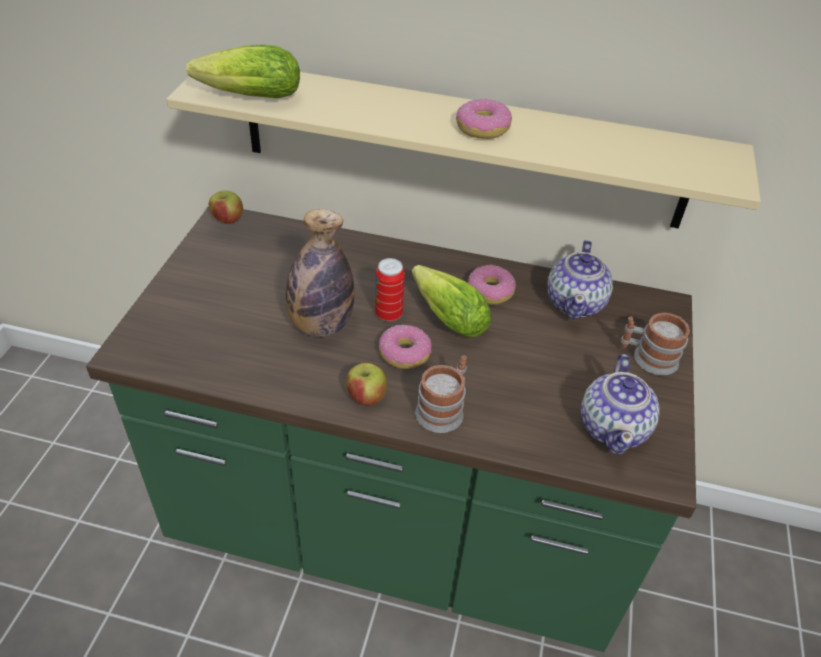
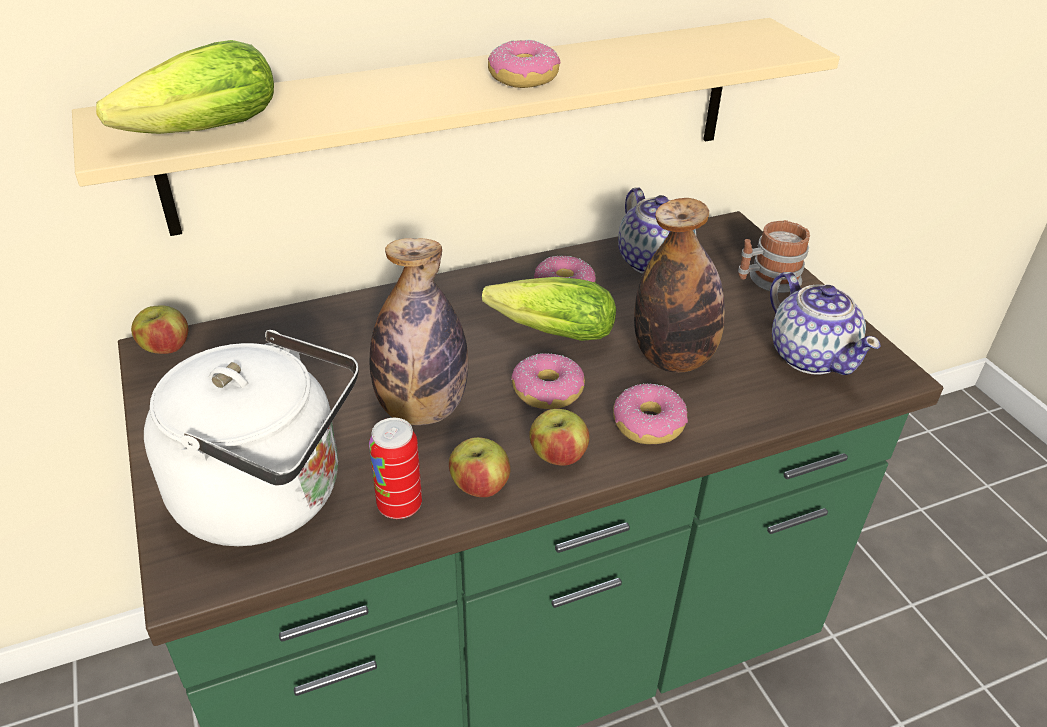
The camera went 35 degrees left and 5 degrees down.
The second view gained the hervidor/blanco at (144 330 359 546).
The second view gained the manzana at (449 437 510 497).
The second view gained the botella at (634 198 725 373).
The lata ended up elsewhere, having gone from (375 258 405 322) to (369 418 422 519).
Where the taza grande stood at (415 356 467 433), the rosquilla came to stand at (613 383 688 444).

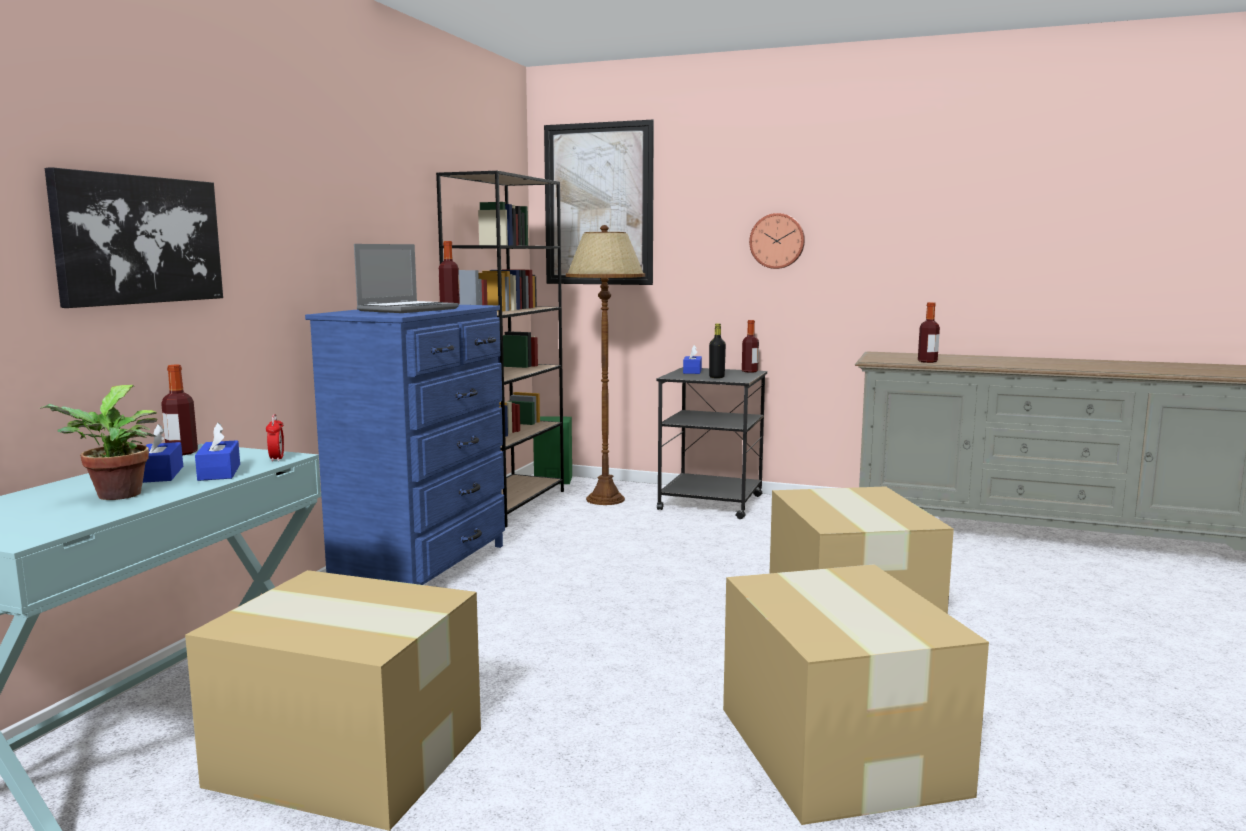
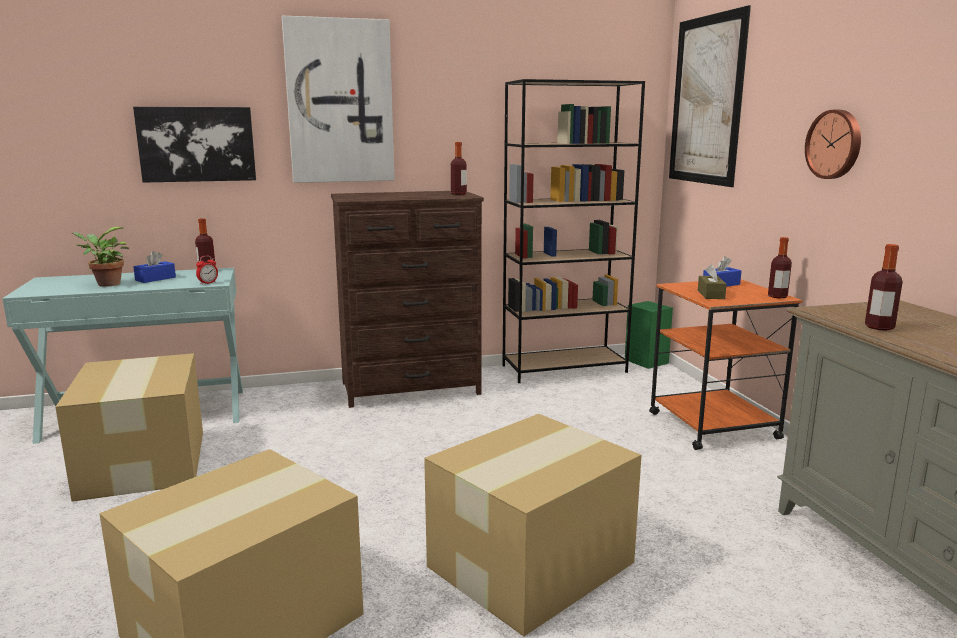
The camera went 55 degrees right and 5 degrees up.
The second view lost the caja de pañuelos/azul at (195 422 240 481).
The second view lost the portátil at (354 244 459 313).
The second view lost the lámpara de pie/marrón at (566 225 645 505).
The second view gained the cuadro at (282 16 395 183).
Where the botella/negro stood at (709 323 726 378), the caja de pañuelos/marrón came to stand at (698 264 727 299).
What was the cómoda/azul at (305 305 505 585) turned into the cómoda/marrón at (331 191 484 408).
What was the carrito/negro at (656 367 767 519) turned into the carrito/naranja at (649 279 803 450).

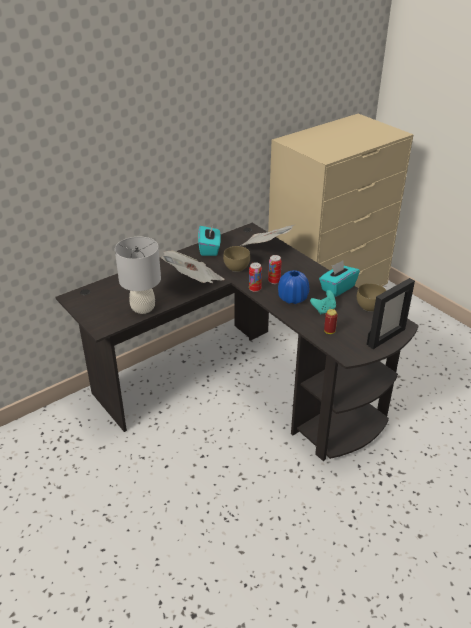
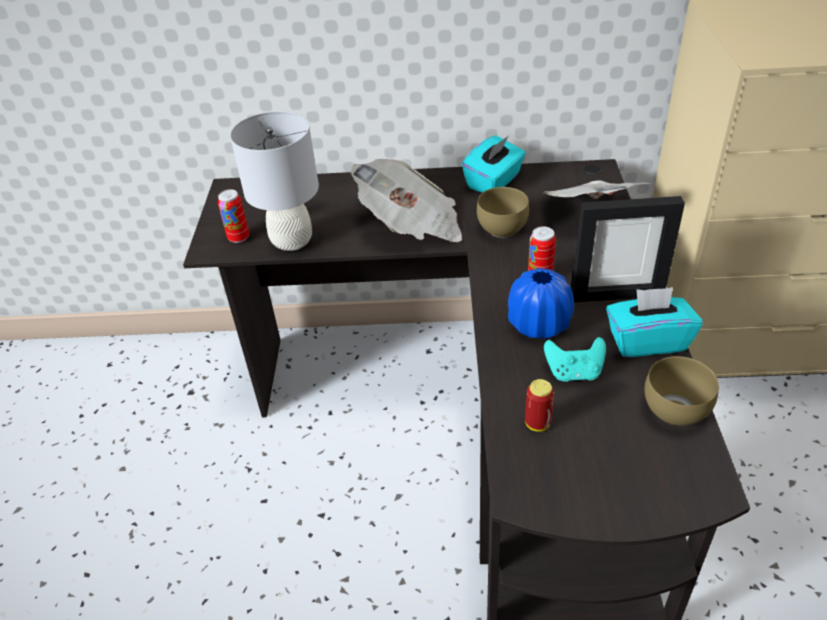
The camera went 40 degrees right and 5 degrees up.
The lata ended up elsewhere, having gone from (249 262 262 292) to (218 189 249 243).
The portarretratos ended up elsewhere, having gone from (366 278 415 349) to (571 196 685 302).

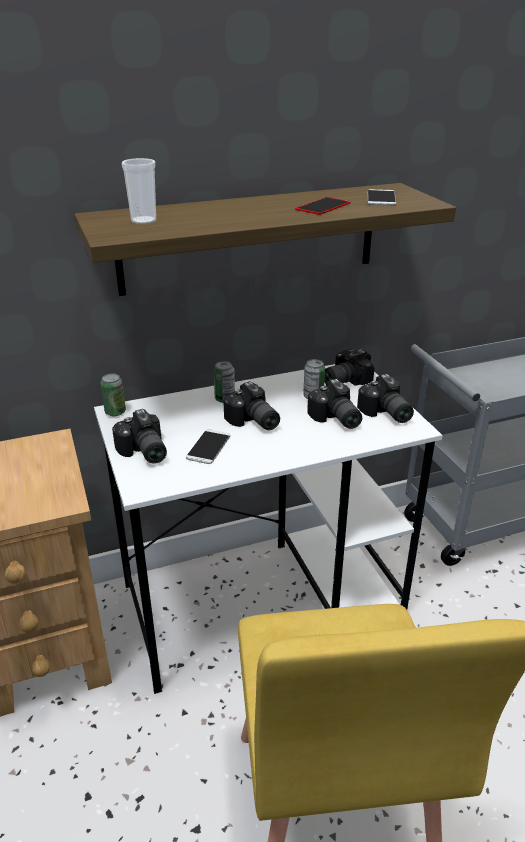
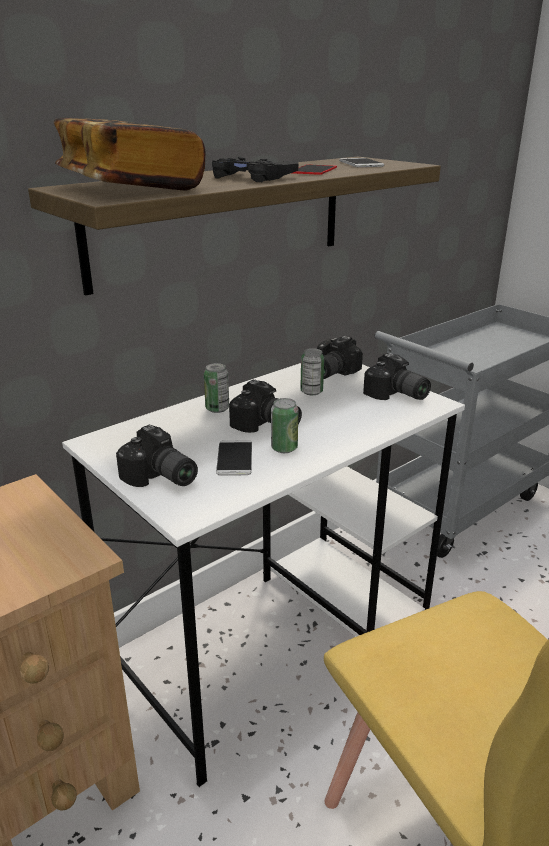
The camera went 20 degrees left and 5 degrees down.
The second view lost the cámara at (307 379 362 429).
The second view gained the mando de consola/negro at (212 156 298 182).
The lata ended up elsewhere, having gone from (101 373 126 416) to (271 398 298 453).
Where the taza stood at (122 158 156 225), the libro came to stand at (54 117 206 190).

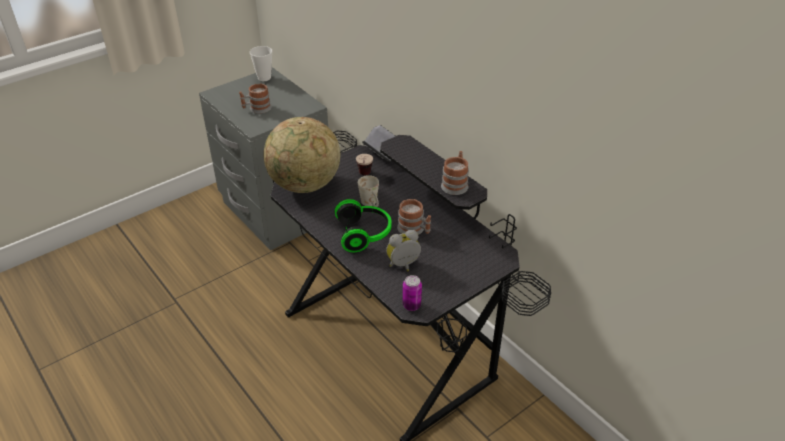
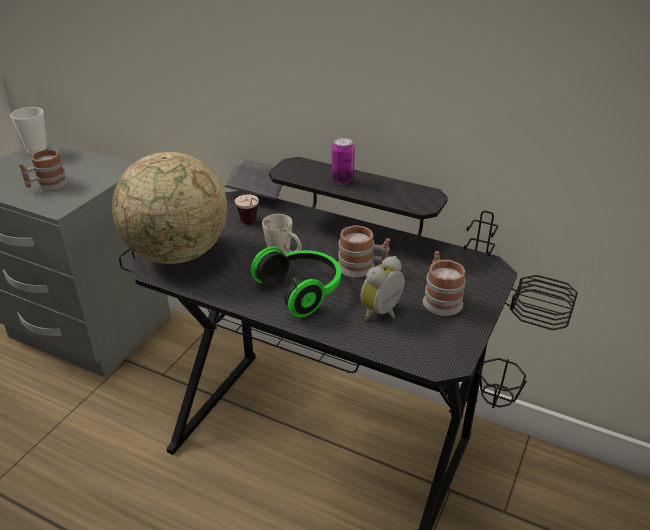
The camera went 25 degrees left and 5 degrees down.
The lata ended up elsewhere, having gone from (403 275 422 311) to (332 138 355 184).
The taza grande ended up elsewhere, having gone from (441 151 469 195) to (423 251 466 316).

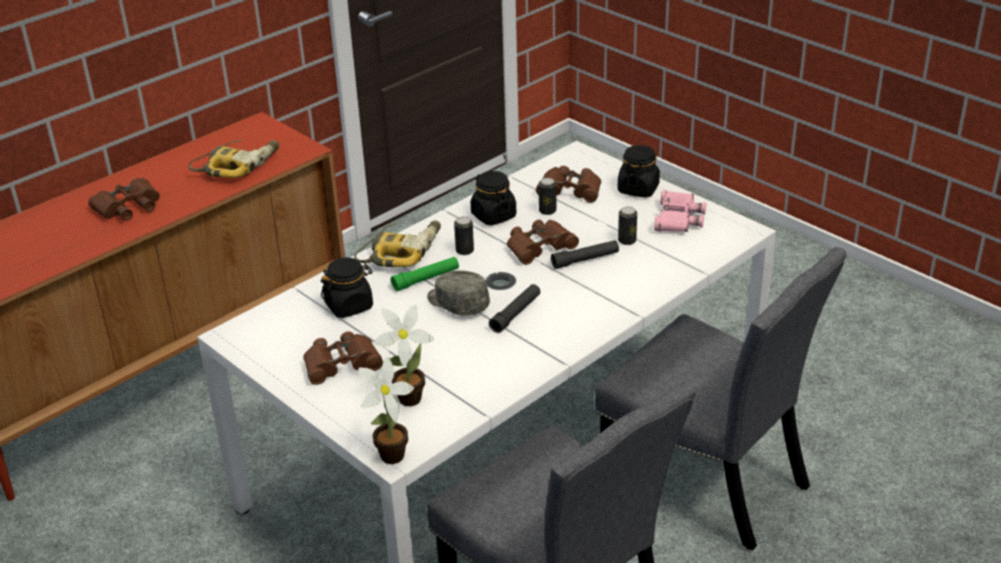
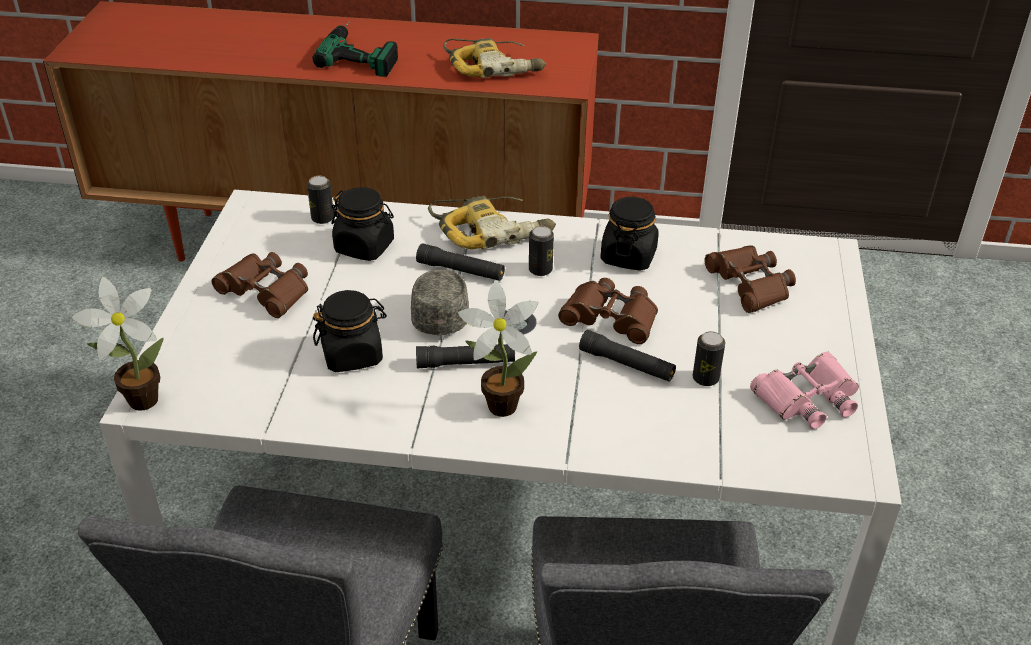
The camera went 50 degrees right and 5 degrees up.
The planta en maceta ended up elsewhere, having gone from (373 305 434 406) to (458 280 538 417).
The lata ended up elsewhere, having gone from (539 178 556 215) to (307 176 334 224).
The tarro/negro ended up elsewhere, having gone from (617 145 660 197) to (313 290 387 372).
Where the prismáticos/marrón stood at (88 178 160 221), the taladro came to stand at (312 21 398 77).
What was the linterna/verde at (391 257 459 291) turned into the linterna/negro at (416 243 505 281).

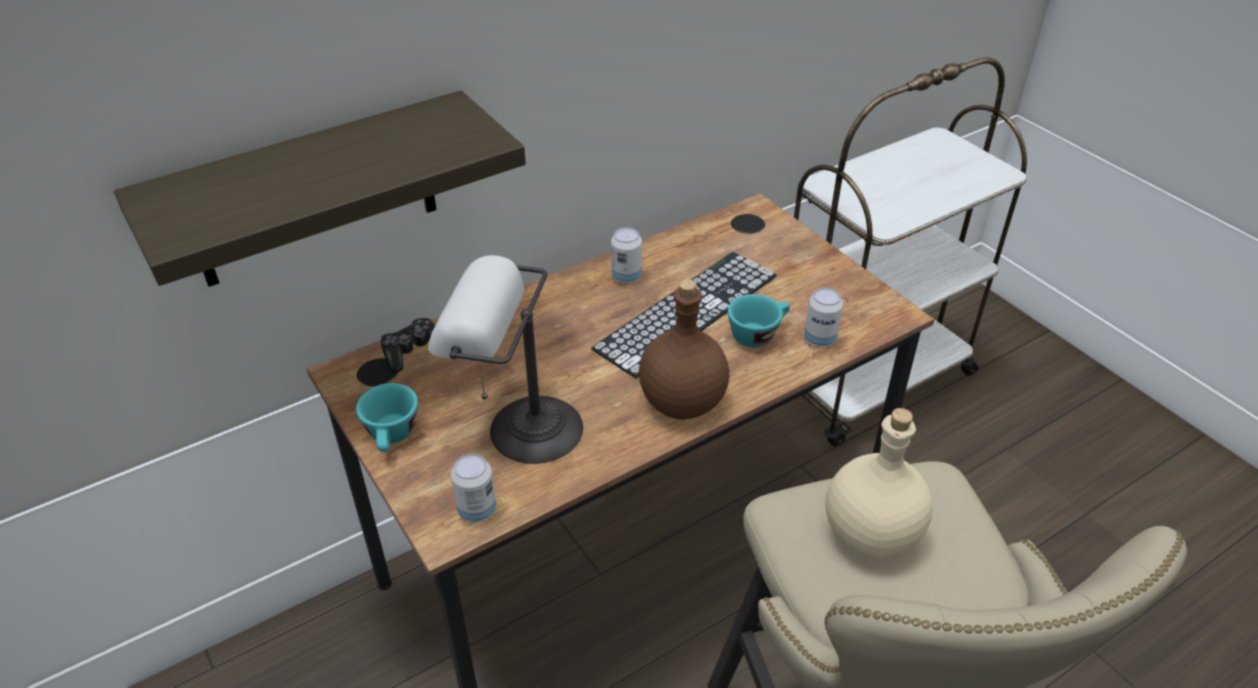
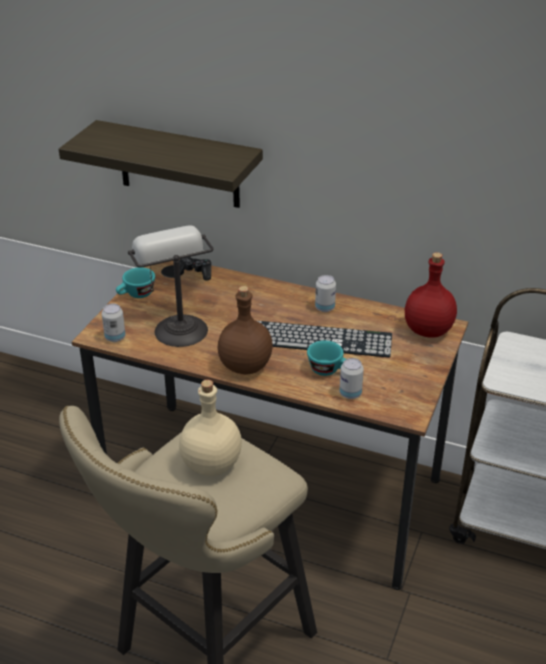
The camera went 55 degrees right and 5 degrees down.
The second view gained the botella/rojo at (405 252 457 338).

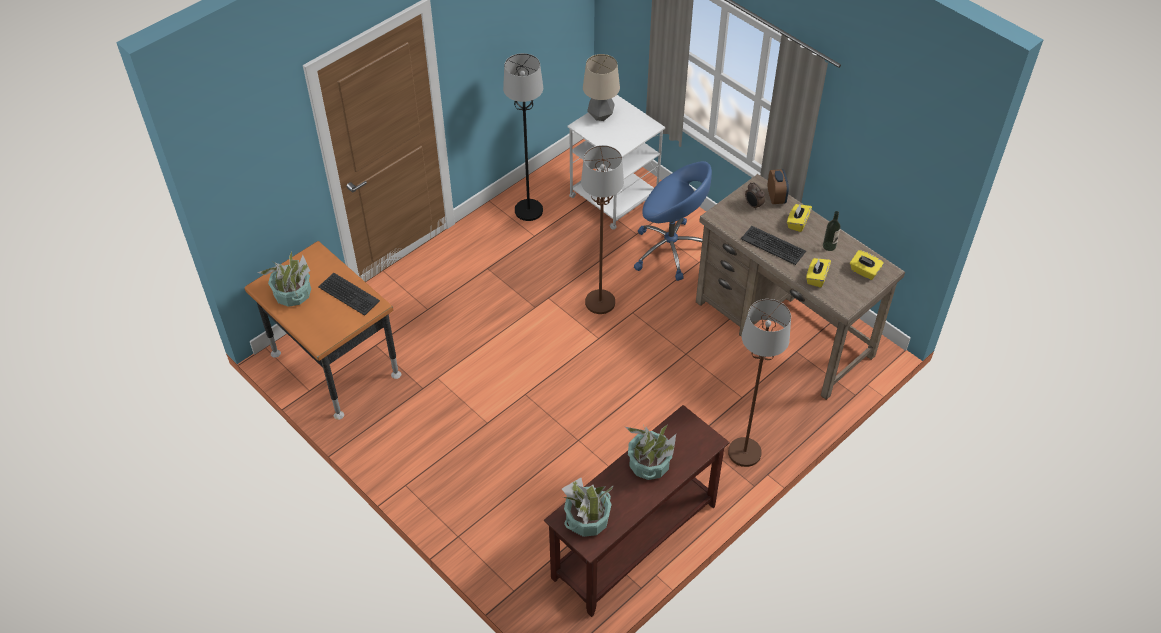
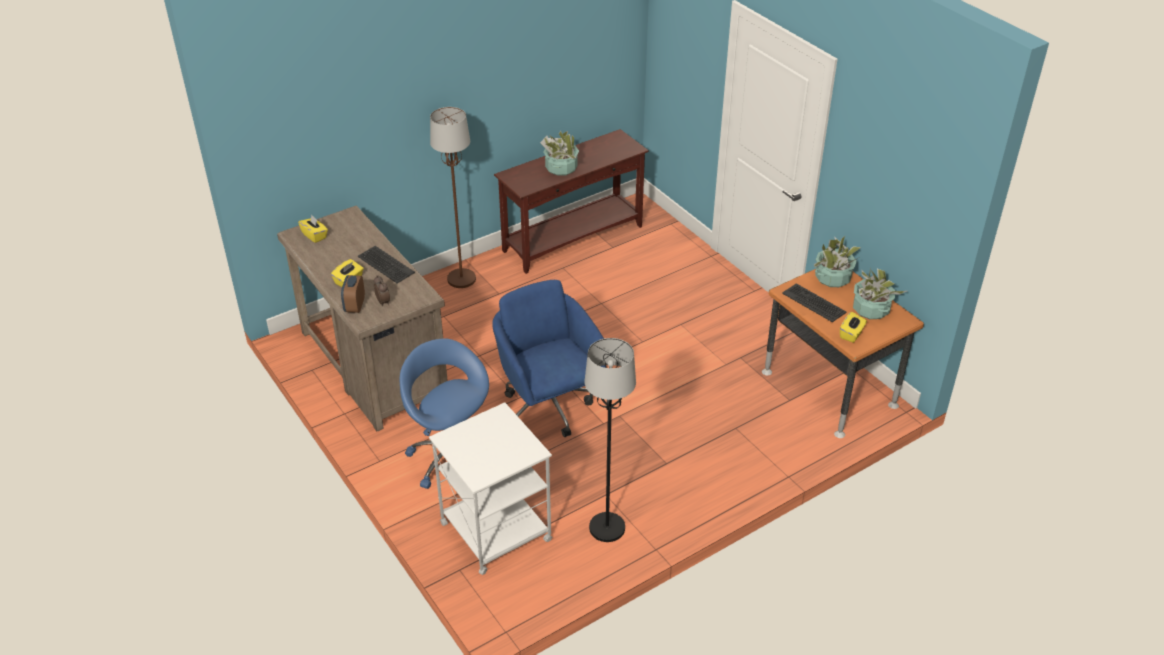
The camera went 170 degrees left and 10 degrees down.
The second view lost the lámpara de mesa at (583 54 620 121).
The second view lost the botella at (823 211 841 251).
The planta en maceta ended up elsewhere, having gone from (562 478 614 537) to (814 236 861 287).
The caja de pañuelos/amarillo ended up elsewhere, having gone from (806 258 831 287) to (840 312 867 343).
Where the lámpara de pie/marrón stood at (581 145 624 314), the silla de oficina/azul came to stand at (492 280 606 437).

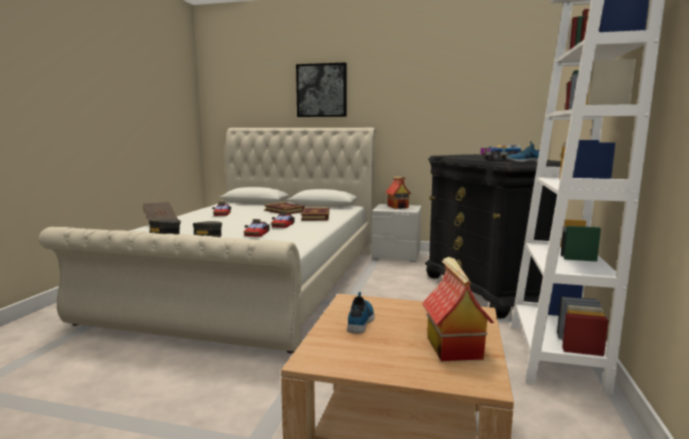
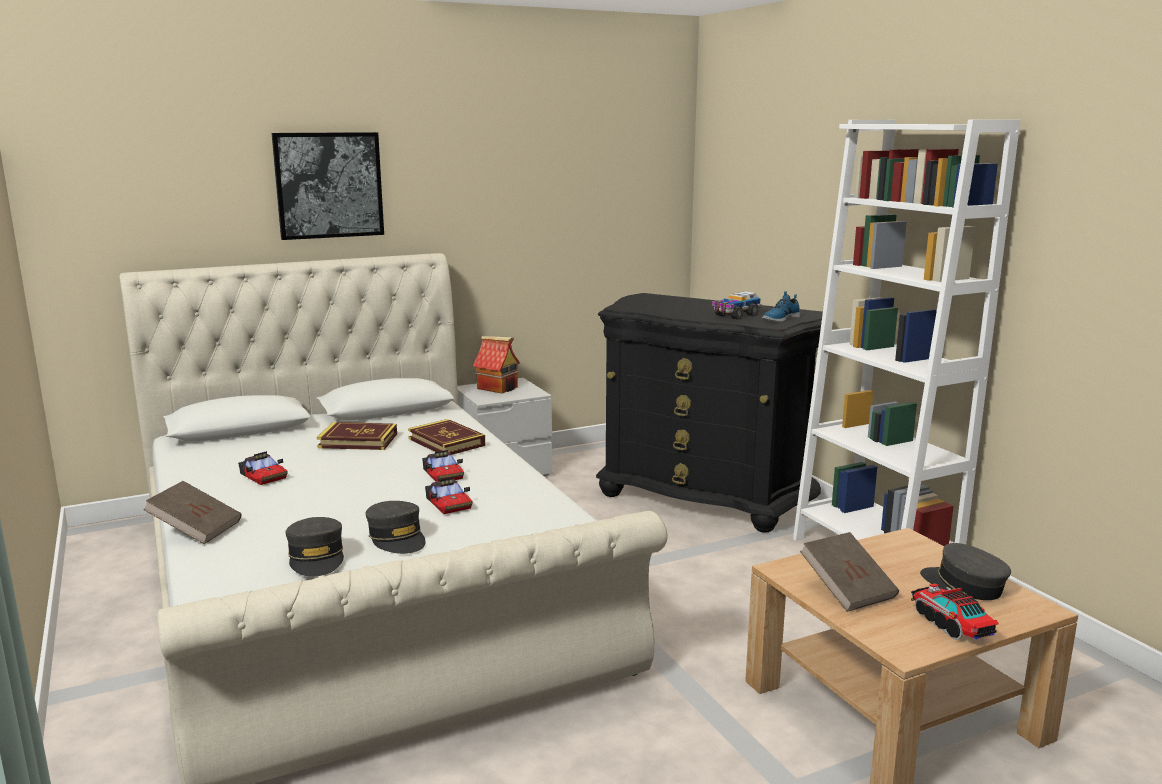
The camera went 40 degrees left and 5 degrees up.
The second view gained the camión de juguete at (911 584 999 640).
Where the zapato stood at (347 292 375 333), the libro/marrón came to stand at (800 532 899 612).
Where the casita stood at (422 257 494 361), the gorra/gris came to stand at (920 543 1011 600).

